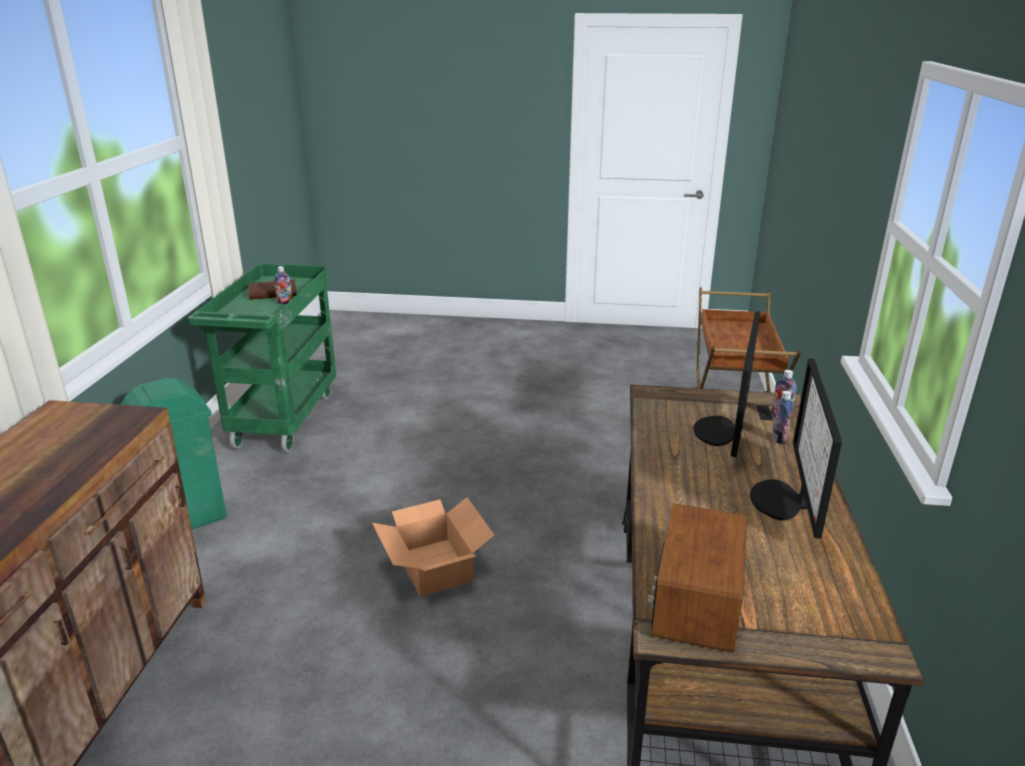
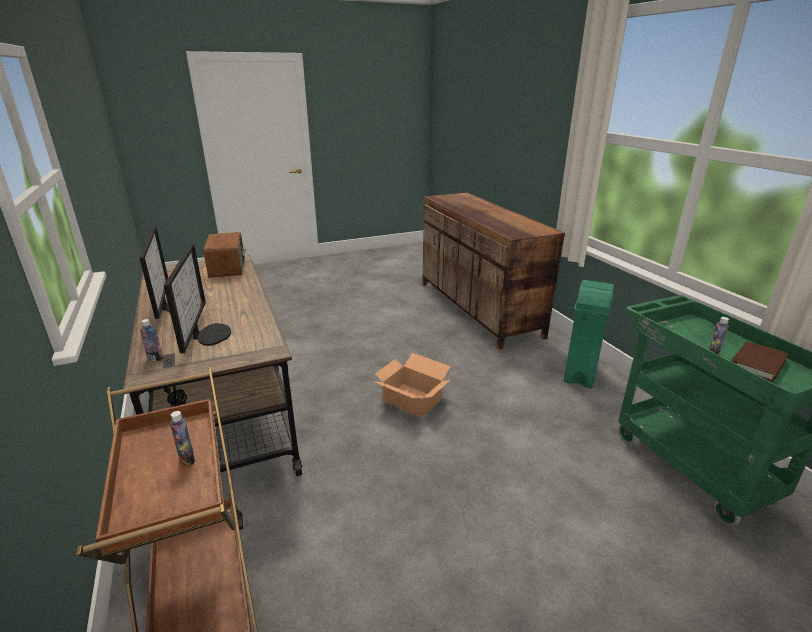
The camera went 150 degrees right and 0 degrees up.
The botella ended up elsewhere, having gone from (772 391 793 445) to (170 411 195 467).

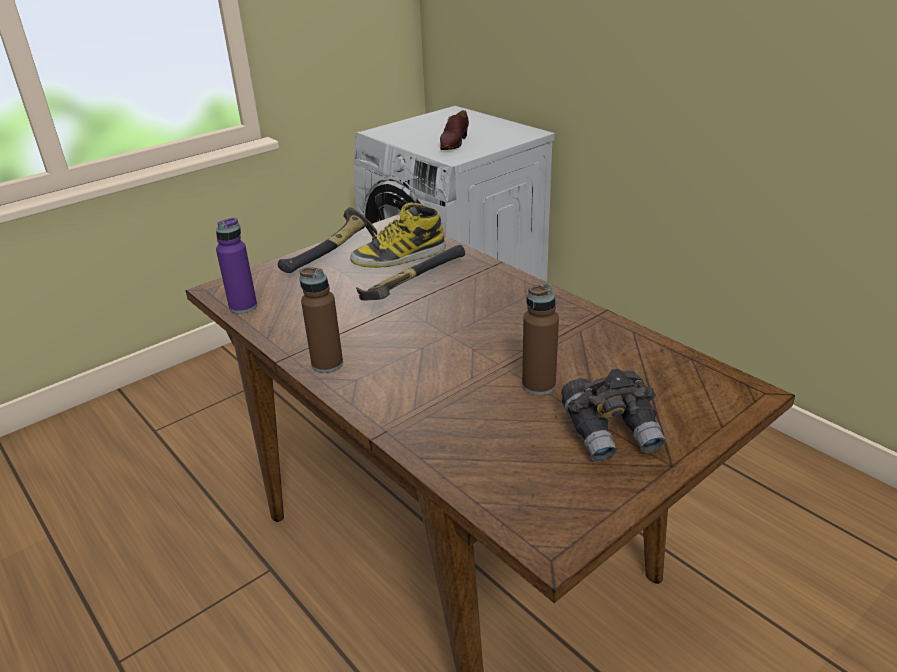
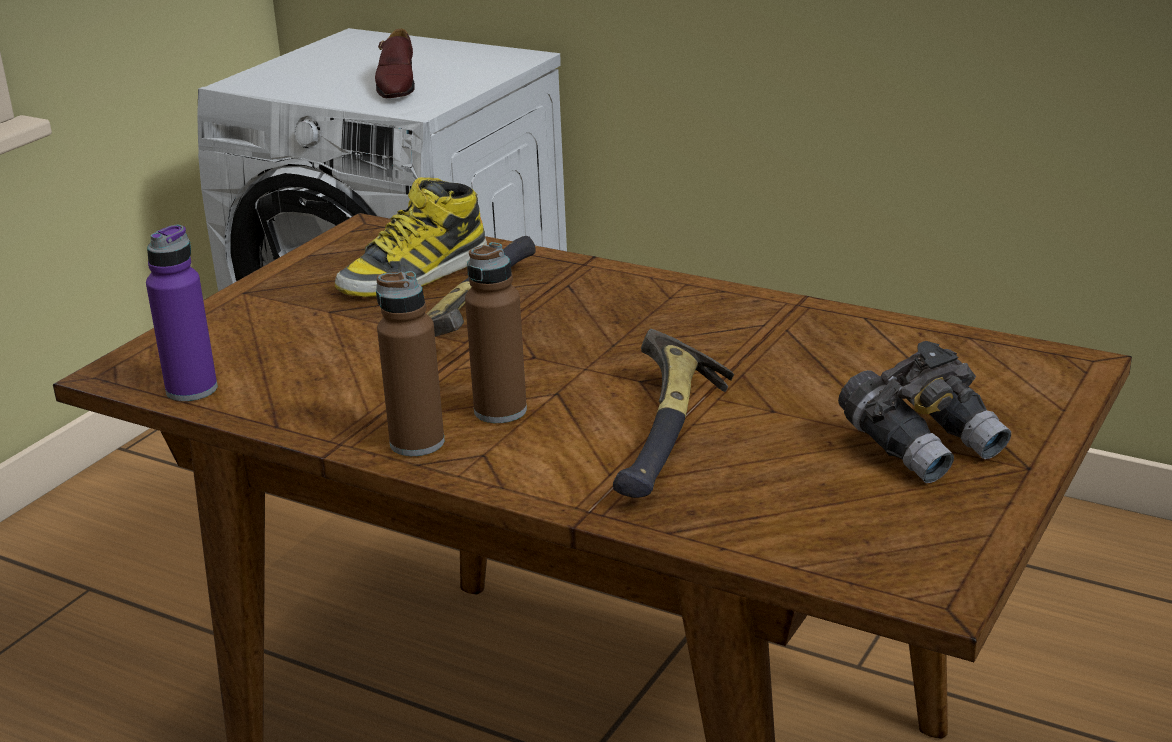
The camera went 20 degrees left and 5 degrees down.
The martillo ended up elsewhere, having gone from (278 207 377 273) to (613 329 734 498).
The botella/marrón ended up elsewhere, having gone from (522 284 559 395) to (465 242 527 423).

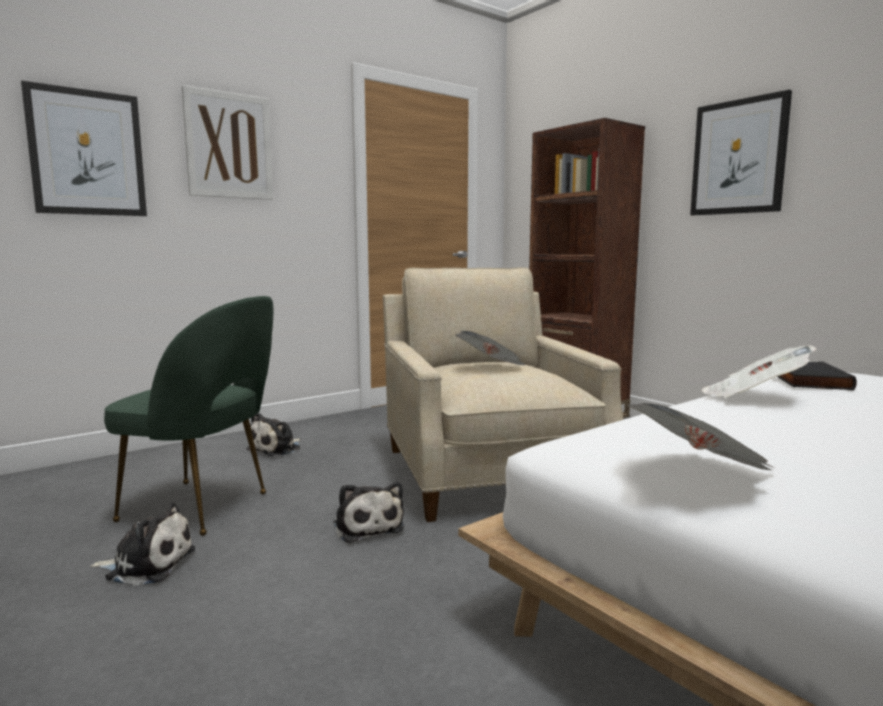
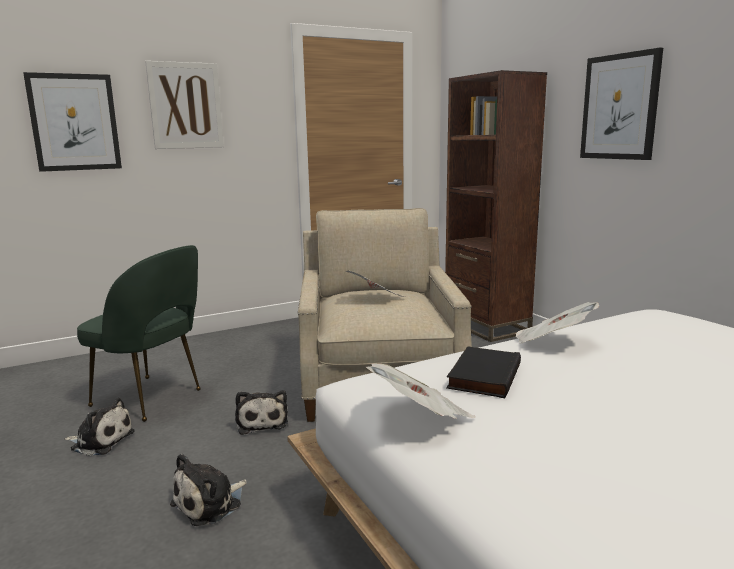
The camera went 10 degrees right and 5 degrees up.
The peluche ended up elsewhere, having gone from (246 413 301 456) to (170 453 247 526).
The libro/negro ended up elsewhere, having gone from (777 362 857 390) to (446 346 521 398).

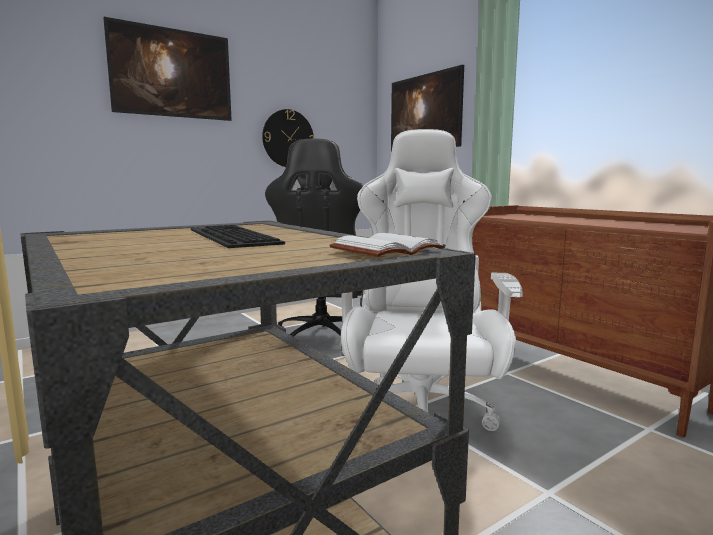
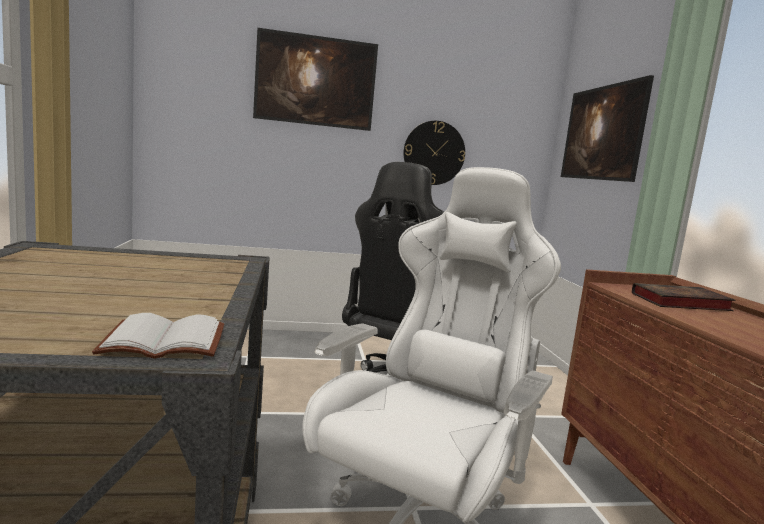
The camera went 25 degrees right and 0 degrees up.
The second view lost the teclado at (191 225 285 248).
The second view gained the libro at (632 283 736 311).

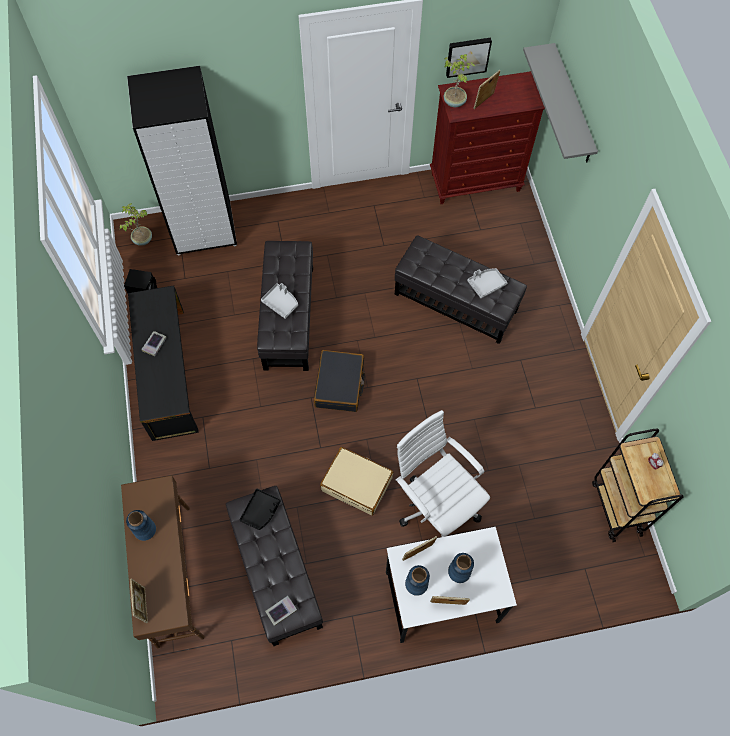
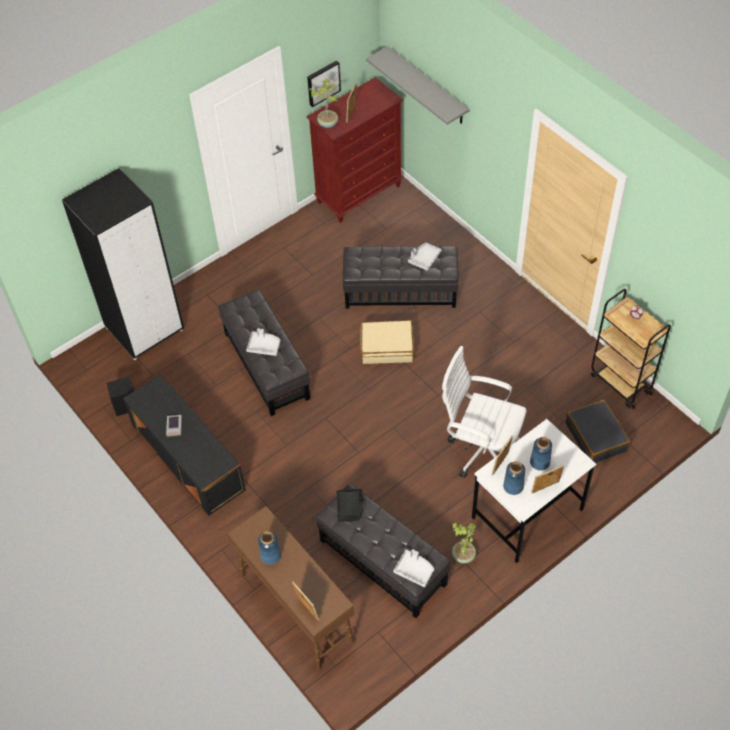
The camera went 25 degrees left and 10 degrees down.
The planta en maceta ended up elsewhere, having gone from (119 203 152 246) to (452 522 477 564).
The maleta/negro ended up elsewhere, having gone from (314 350 365 412) to (565 400 630 463).
The maleta/beis ended up elsewhere, having gone from (320 447 394 516) to (360 320 414 364).
Where the libro stood at (265 596 297 626), the bandeja/gris came to stand at (393 549 434 587).

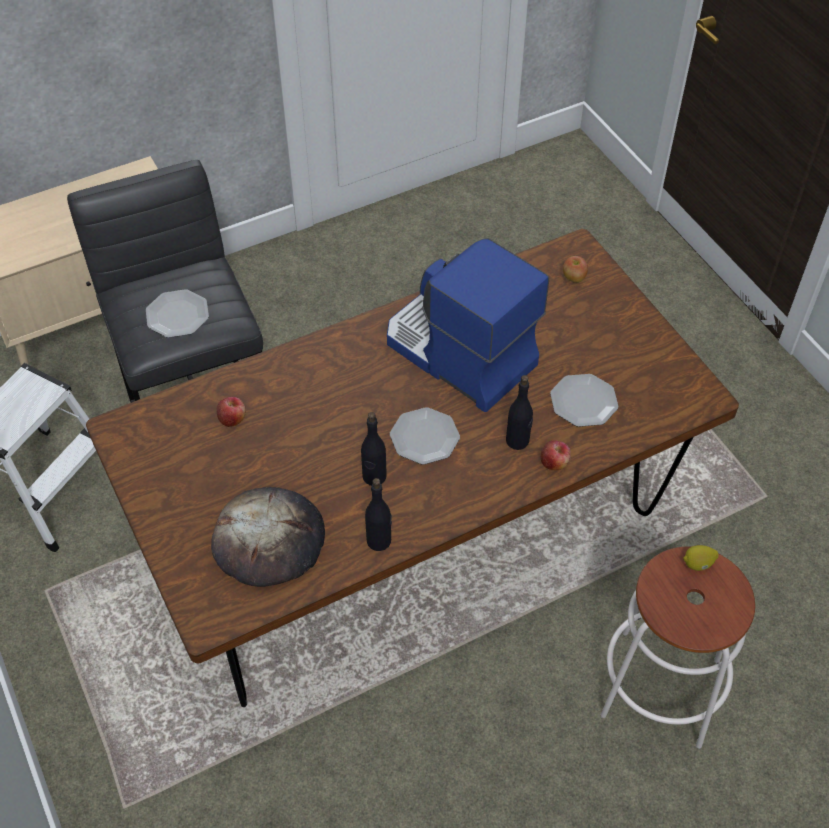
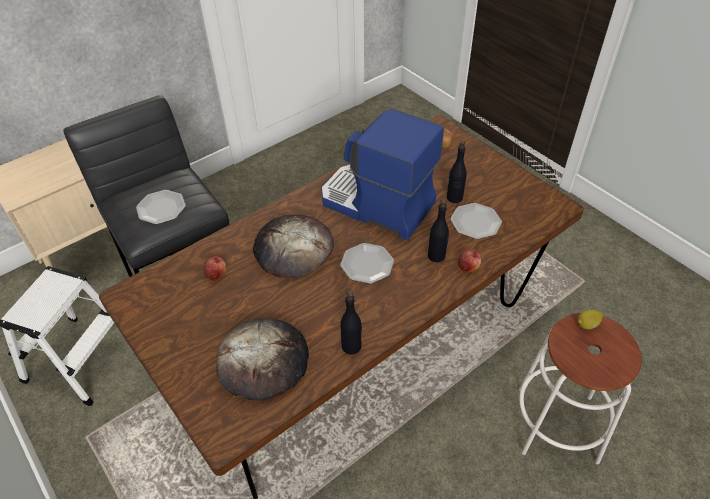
The camera went 10 degrees left and 5 degrees down.
The second view gained the pan at (253 214 334 278).
The botella/negro ended up elsewhere, having gone from (361 412 387 486) to (447 141 467 203).

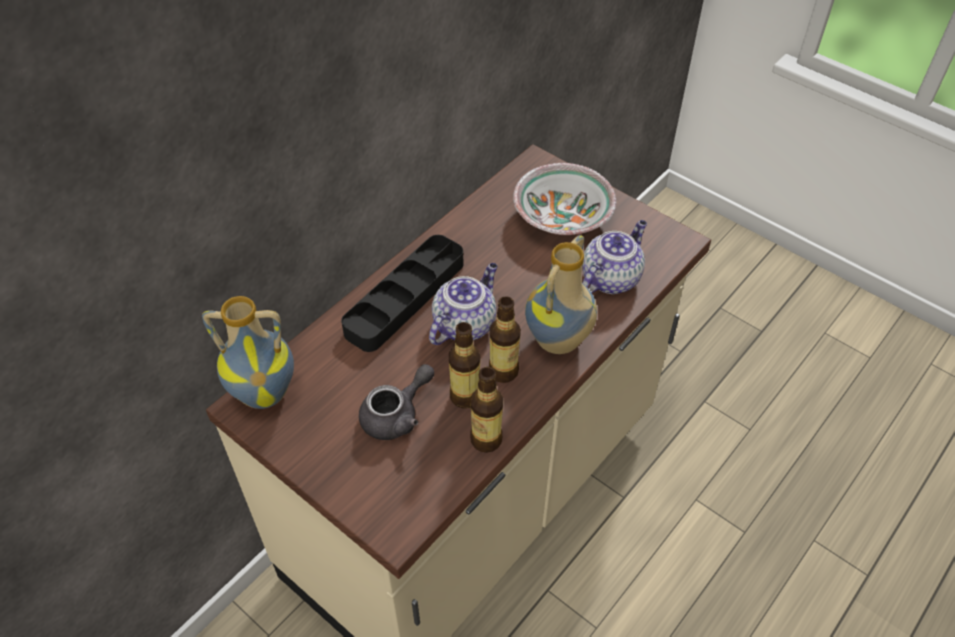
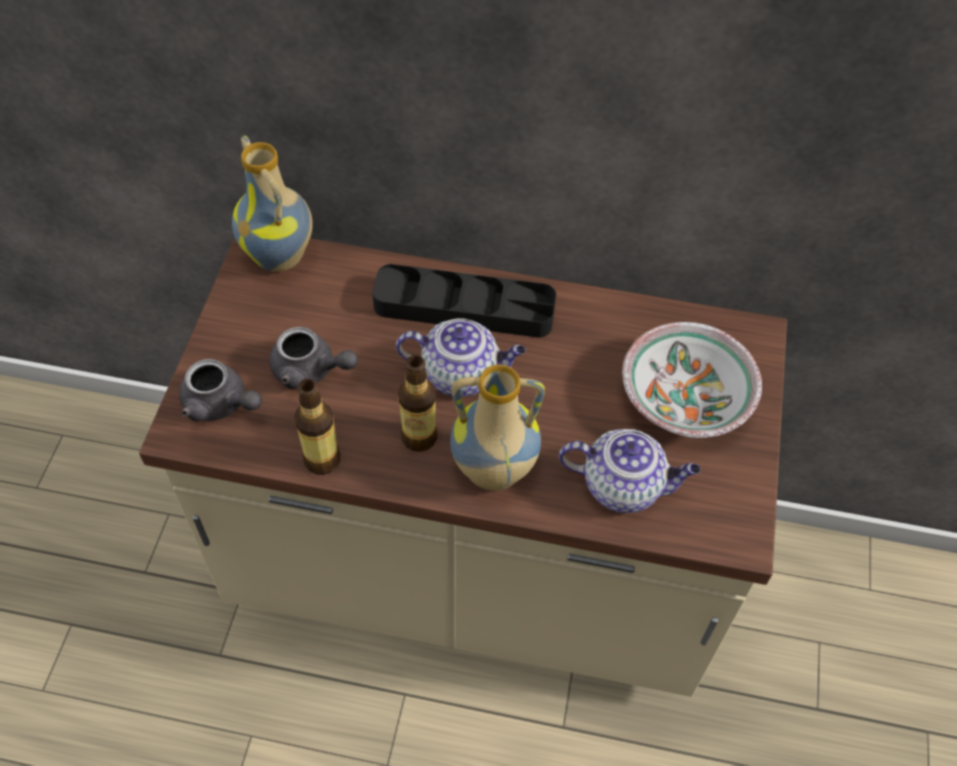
The camera went 60 degrees right and 5 degrees up.
The second view lost the botella at (449 322 480 408).
The second view gained the tetera/gris at (179 359 262 422).

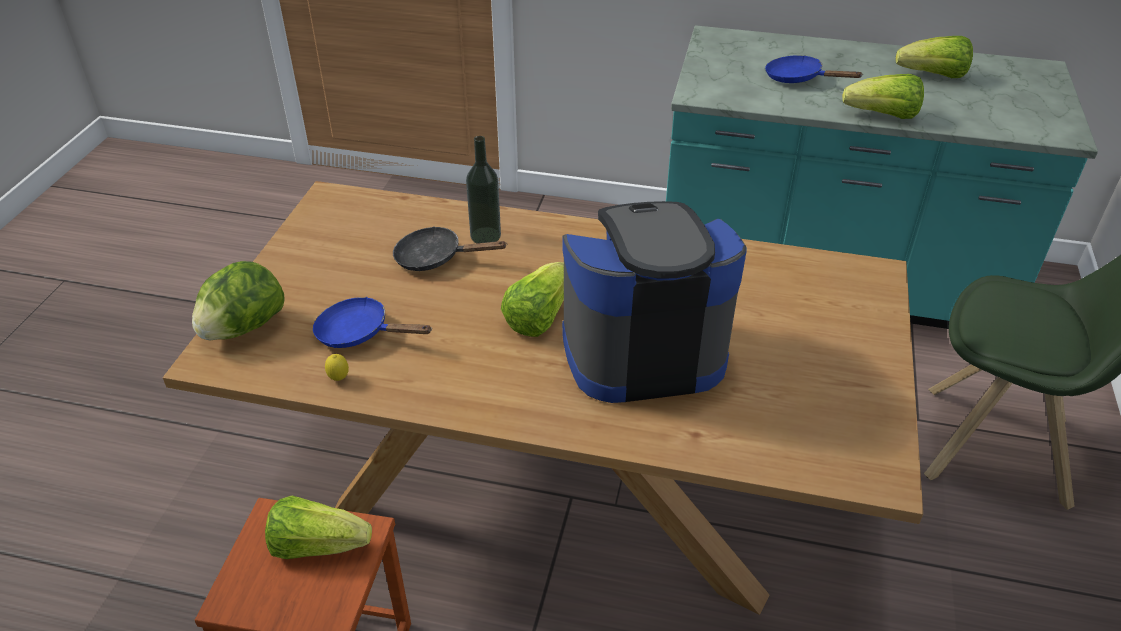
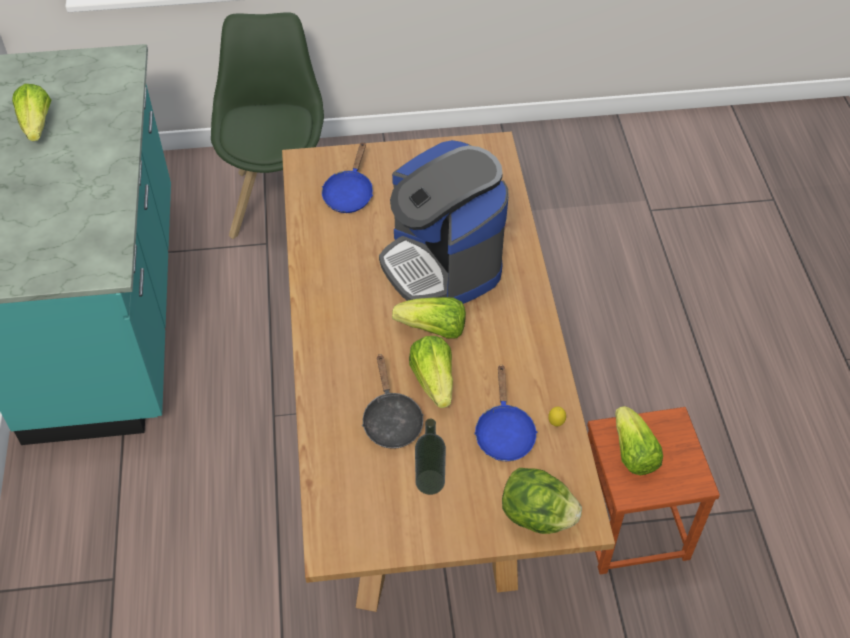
The camera went 110 degrees left and 10 degrees up.
The botella ended up elsewhere, having gone from (466 136 501 243) to (415 419 446 495).
The sartén/azul ended up elsewhere, having gone from (765 55 862 83) to (322 143 373 213).
The lechuga ended up elsewhere, having gone from (842 74 924 119) to (409 336 453 408).

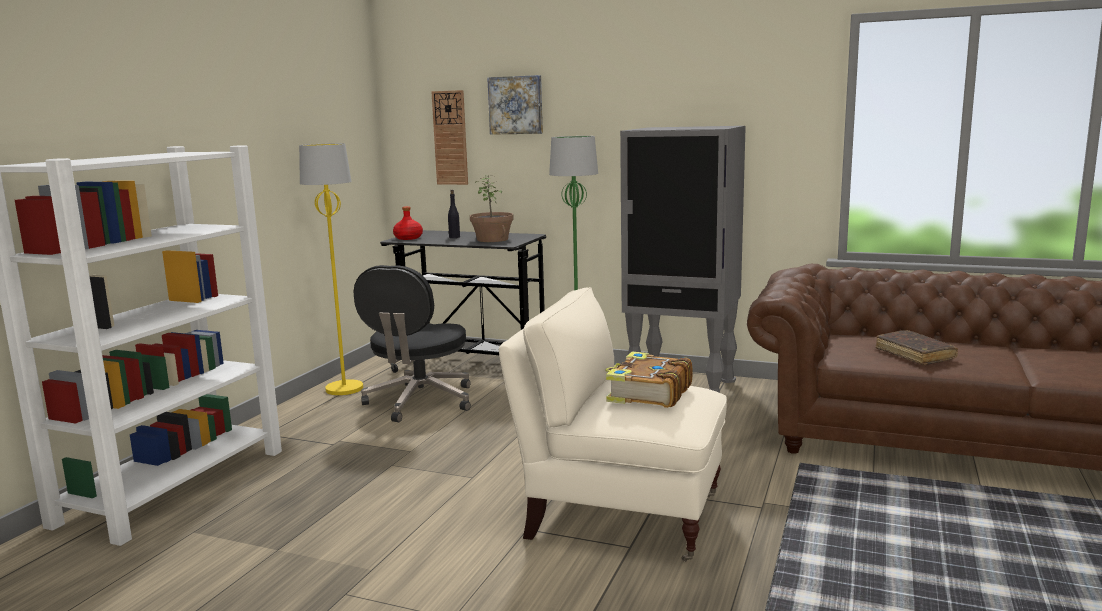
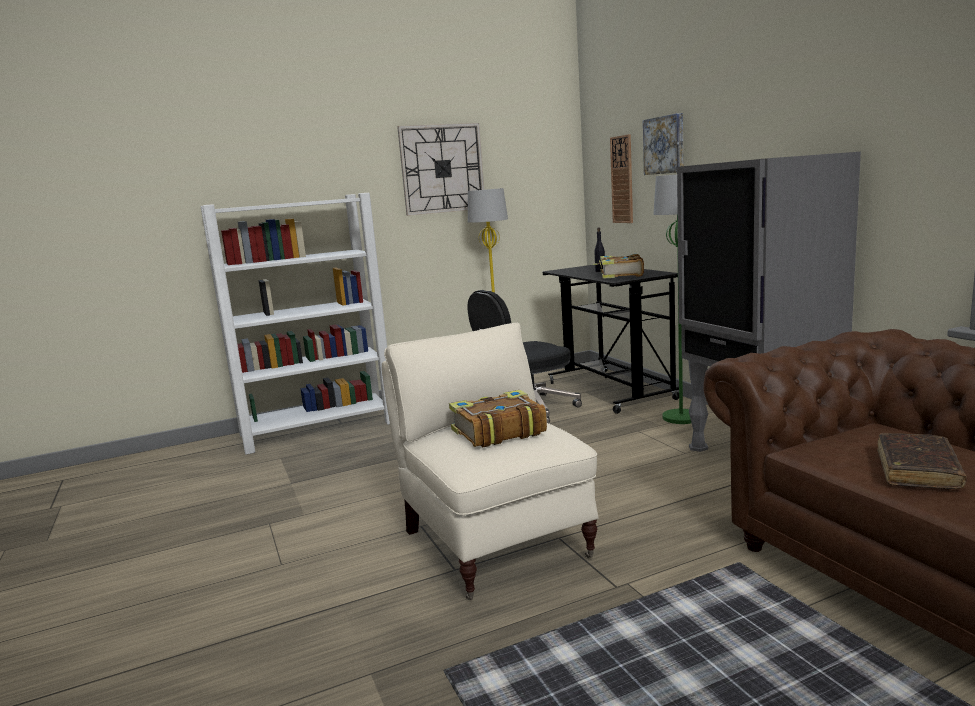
The camera went 45 degrees right and 0 degrees up.
The second view lost the botella/rojo at (393 206 423 240).
The second view gained the reloj de pared at (397 123 484 216).
Where the planta en maceta stood at (470 175 514 242), the libro came to stand at (592 254 644 279).

